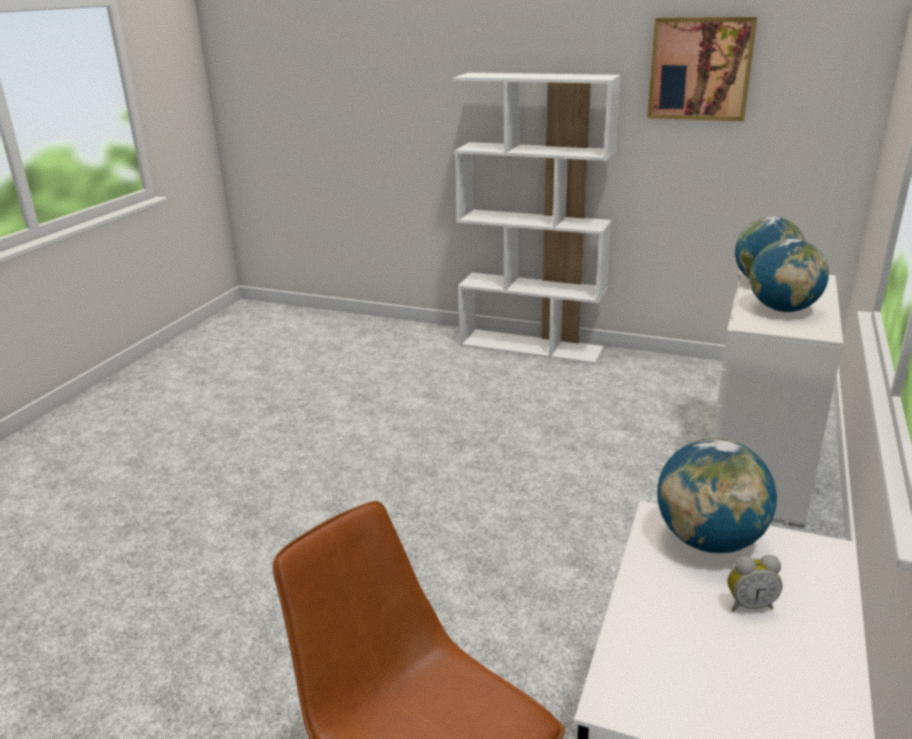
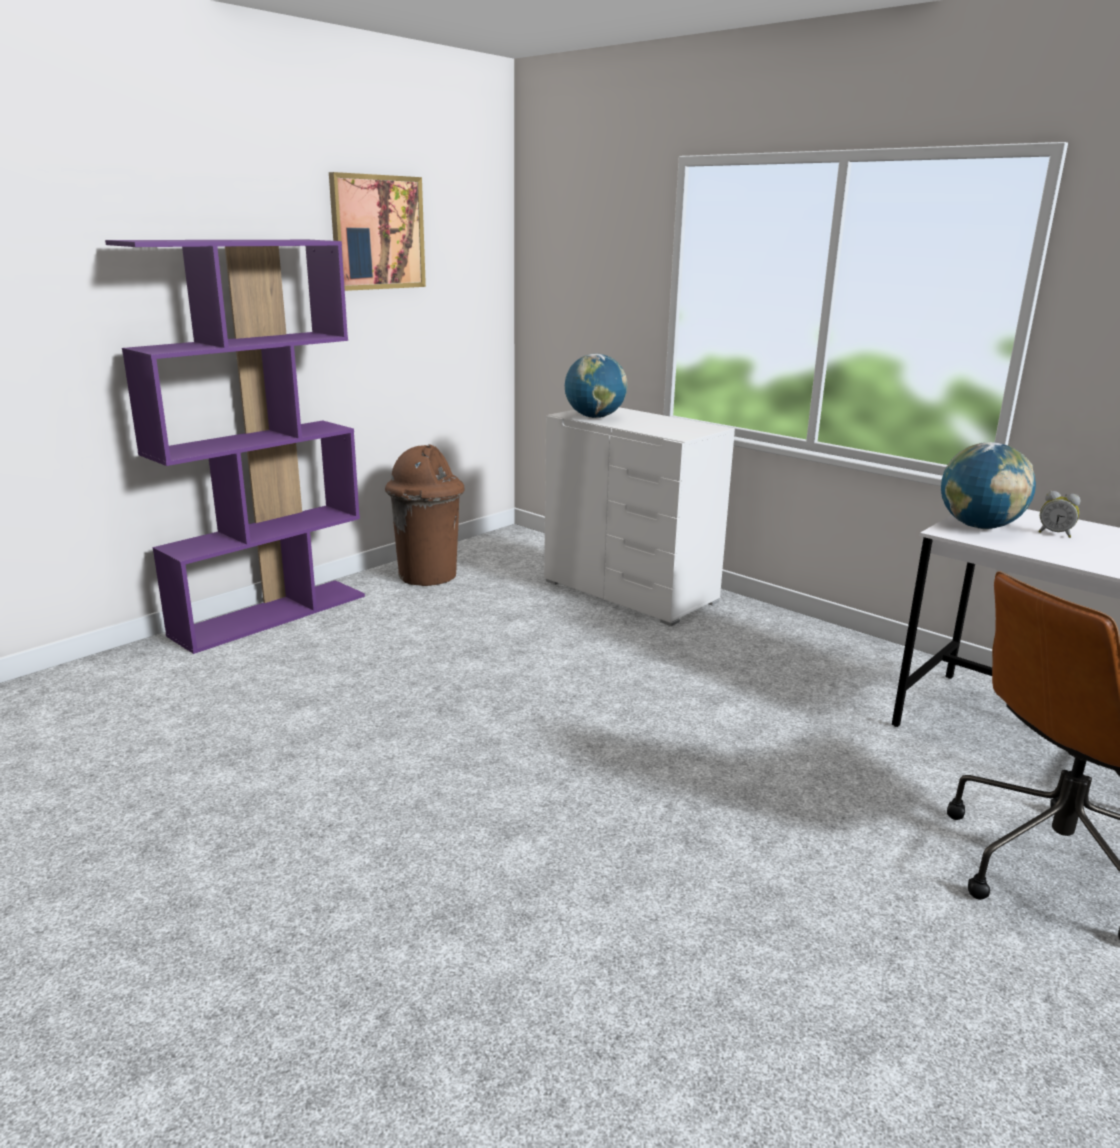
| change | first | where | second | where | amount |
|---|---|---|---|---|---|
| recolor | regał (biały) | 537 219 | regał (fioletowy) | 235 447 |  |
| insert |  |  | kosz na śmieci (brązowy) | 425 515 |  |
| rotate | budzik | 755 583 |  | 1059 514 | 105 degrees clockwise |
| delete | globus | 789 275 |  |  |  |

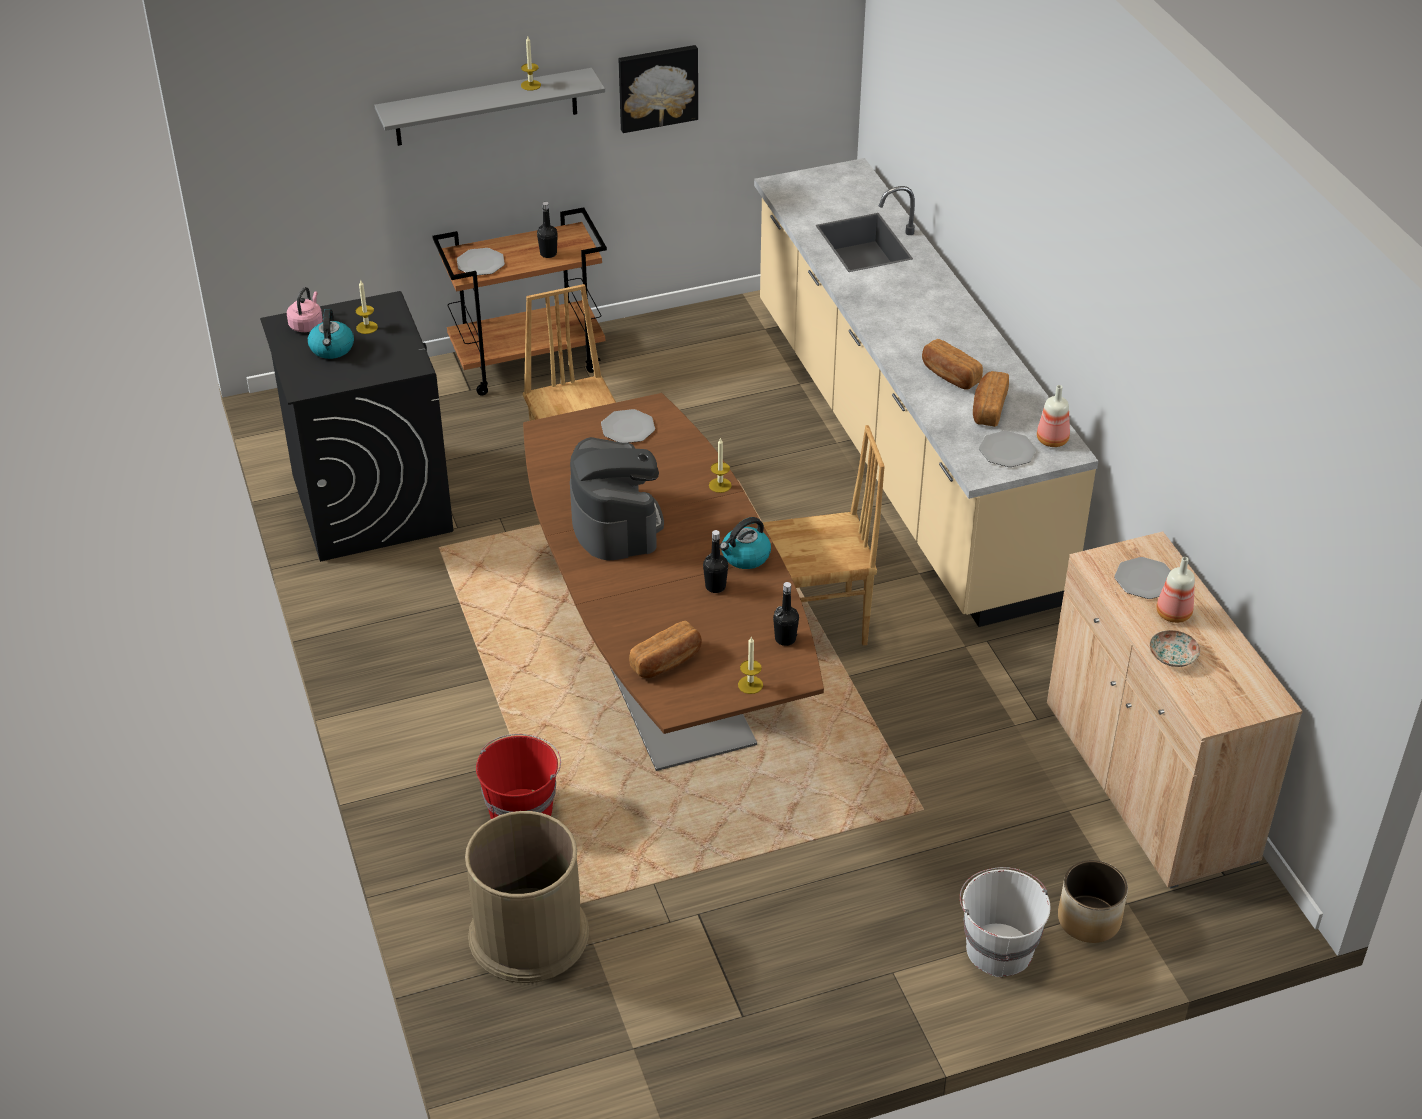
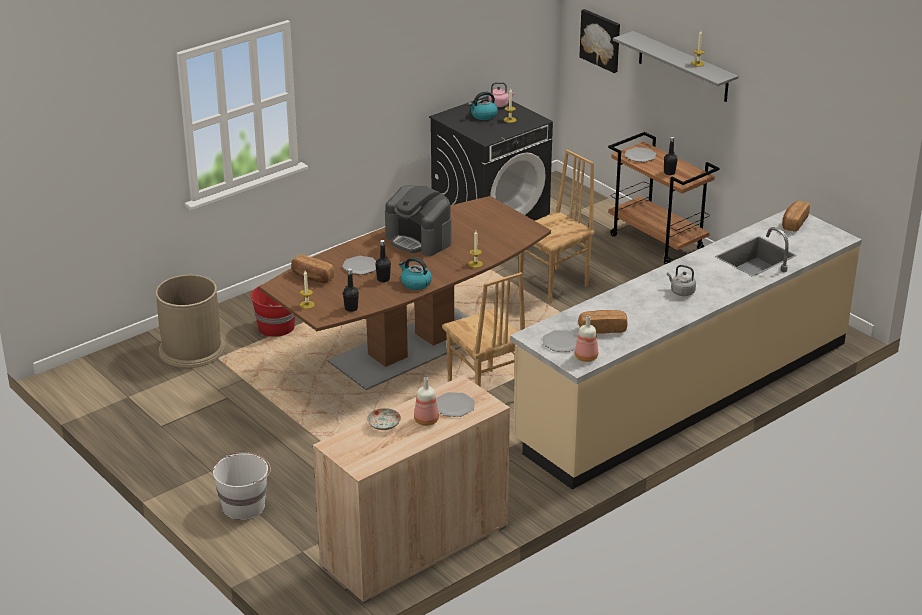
| change | first | where | second | where | amount |
|---|---|---|---|---|---|
| move | talerz | 628 426 |  | 359 265 |  |
| rotate | ekspres do kawy | 617 498 |  | 418 220 | 75 degrees clockwise |
| move | obraz | 658 89 |  | 599 41 |  |
| insert |  |  | czajnik (szary) | 681 280 |  |
| move | chleb | 952 364 |  | 796 216 |  |
| delete | donica | 1093 901 |  |  |  |

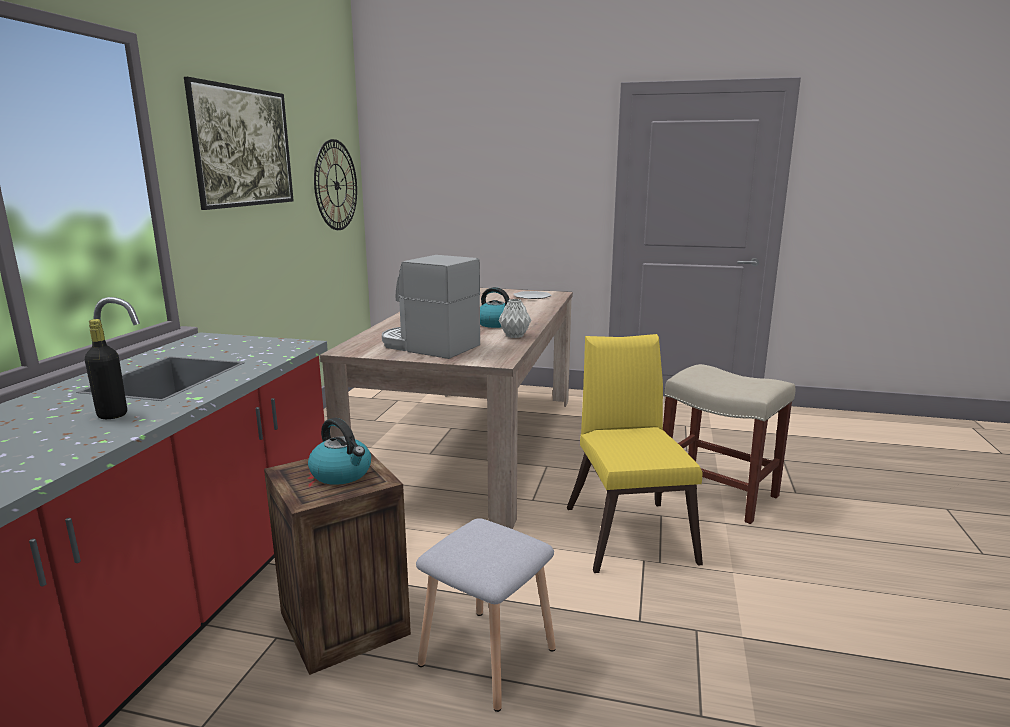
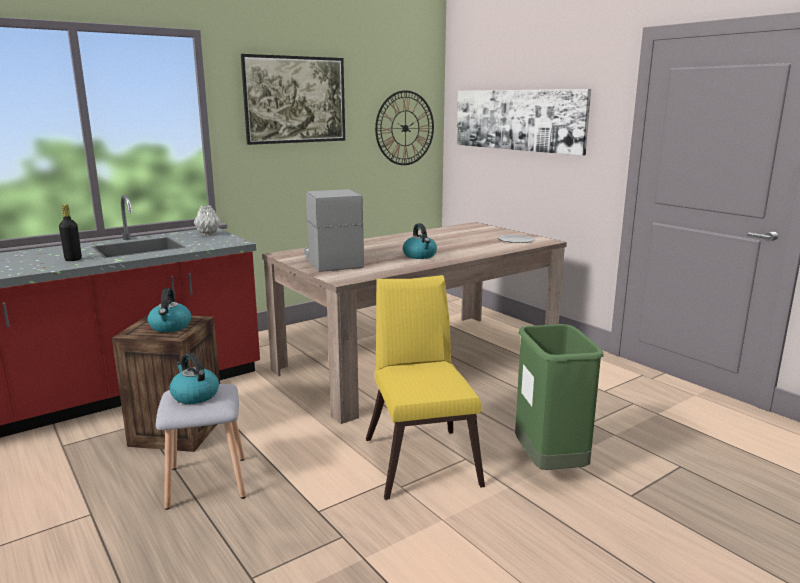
| change | first | where | second | where | amount |
|---|---|---|---|---|---|
| insert |  |  | czajnik | 194 378 |  |
| move | wazon (szary) | 515 318 |  | 207 220 |  |
| rotate | krzesło (żółty) | 635 453 |  | 425 387 | 45 degrees counterclockwise |
| insert |  |  | obraz | 524 122 |  |
| replace | stołek (beżowy) | 728 444 | kosz na śmieci (zielony) | 559 397 |  |

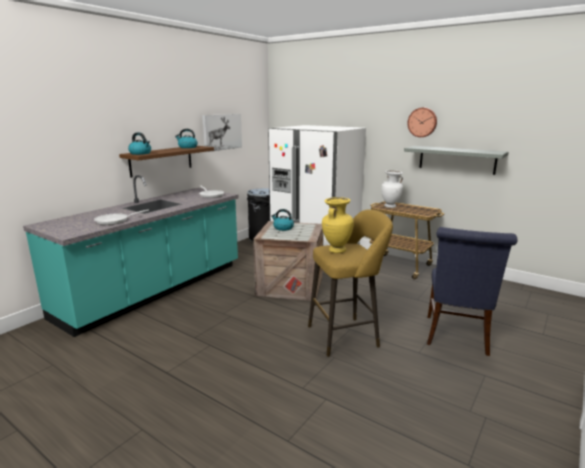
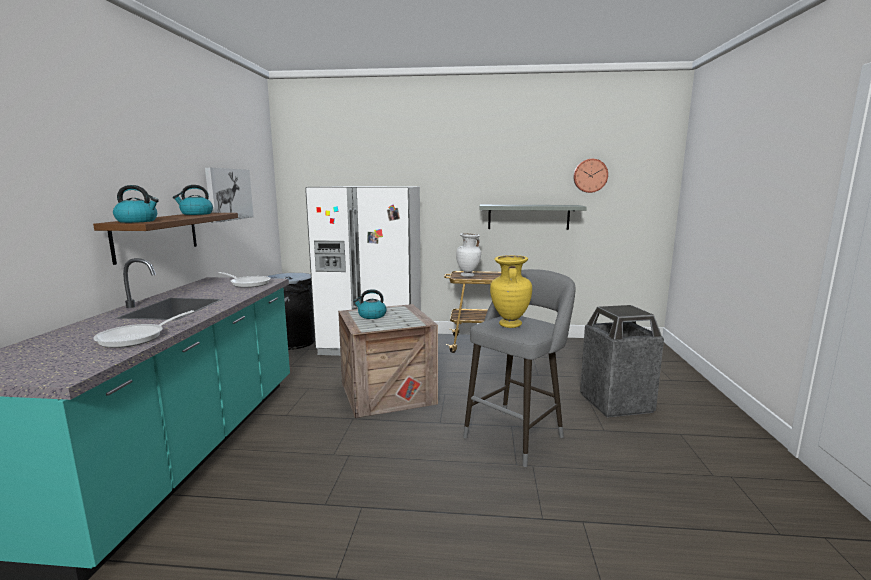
| change | first | where | second | where | amount |
|---|---|---|---|---|---|
| recolor | stołek (żółty) | 350 283 | stołek (szary) | 519 368 |  |
| move | zegar ścienny | 422 122 |  | 590 176 |  |
| replace | krzesło (niebieski) | 472 291 | kosz na śmieci | 622 361 |  |

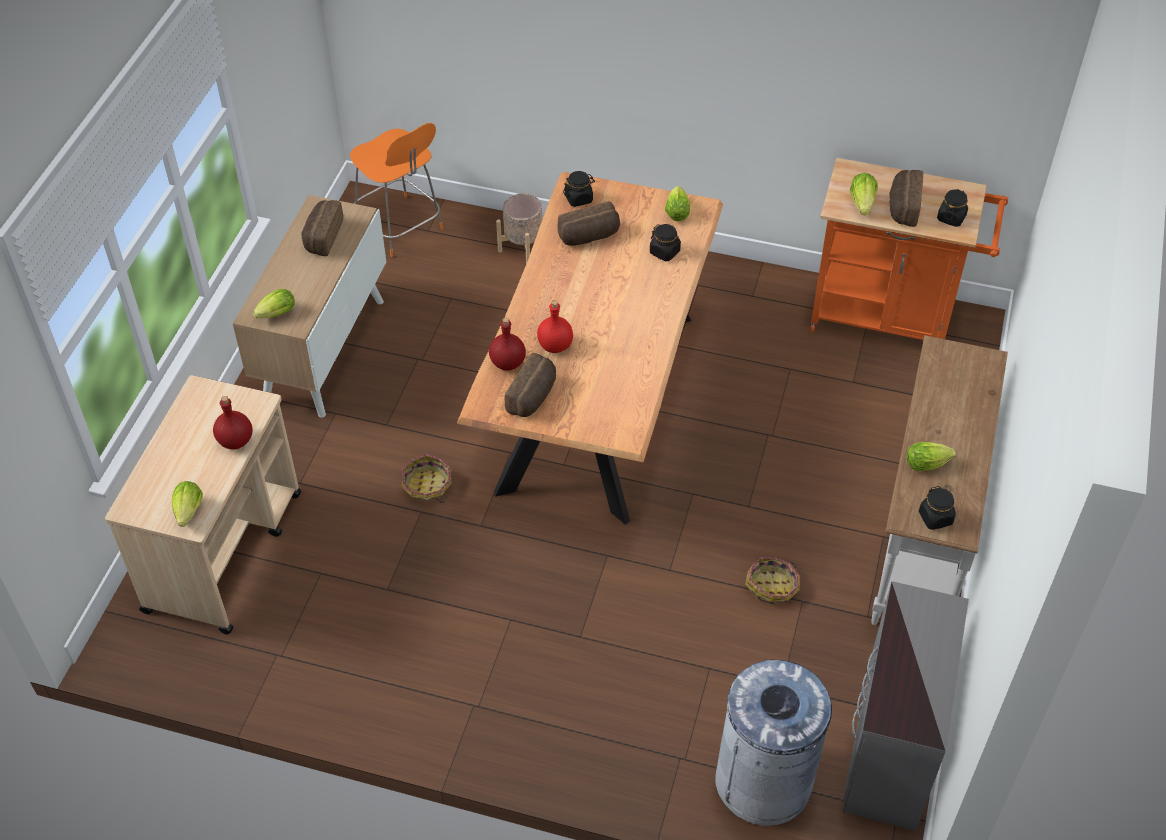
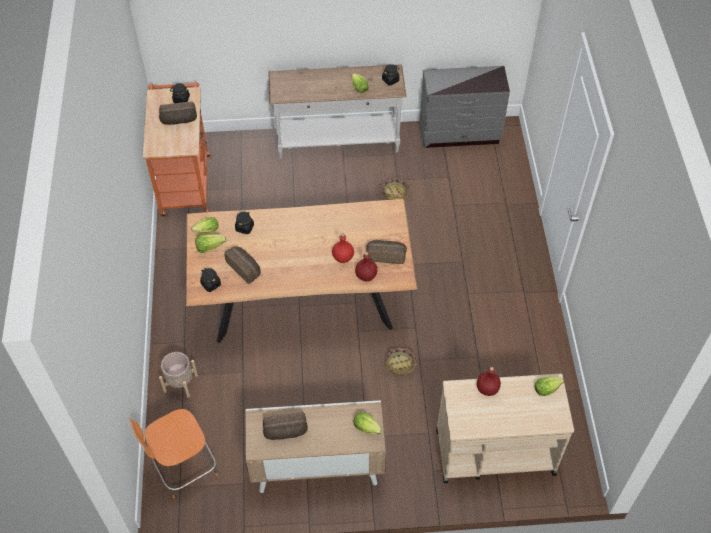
| change | first | where | second | where | amount |
|---|---|---|---|---|---|
| rotate | krzesło (pomarańczowy) | 396 190 |  | 173 453 | 150 degrees counterclockwise |
| move | sałata | 864 194 |  | 210 243 |  |
| delete | kosz na śmieci (szary) | 773 743 |  |  |  |

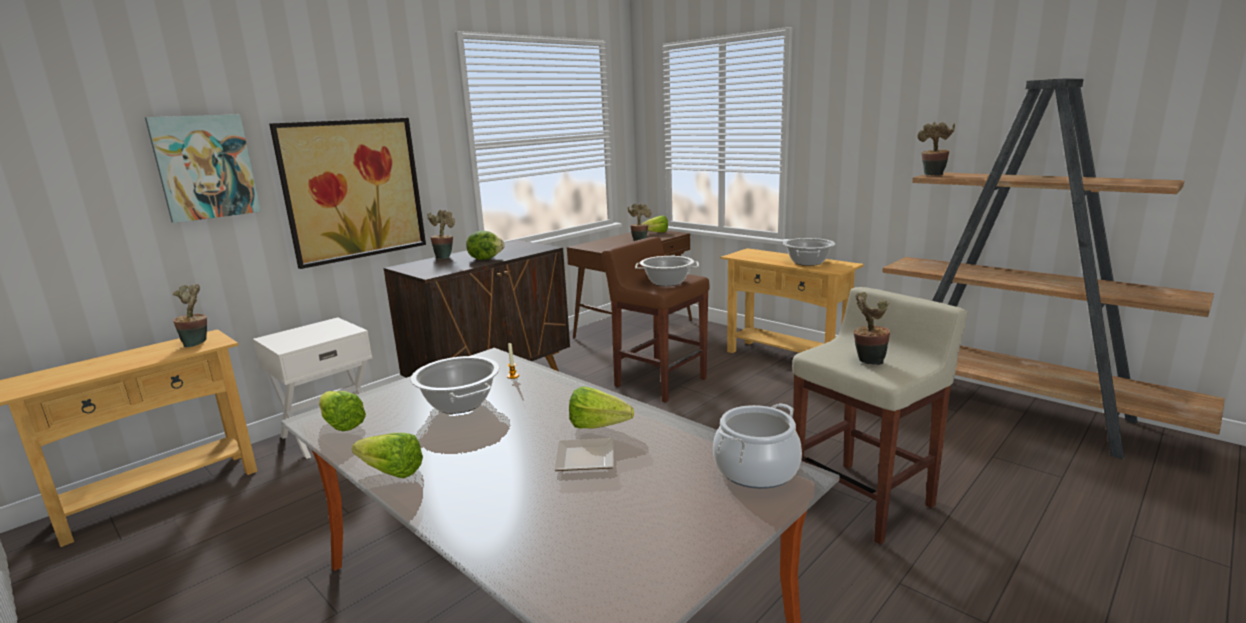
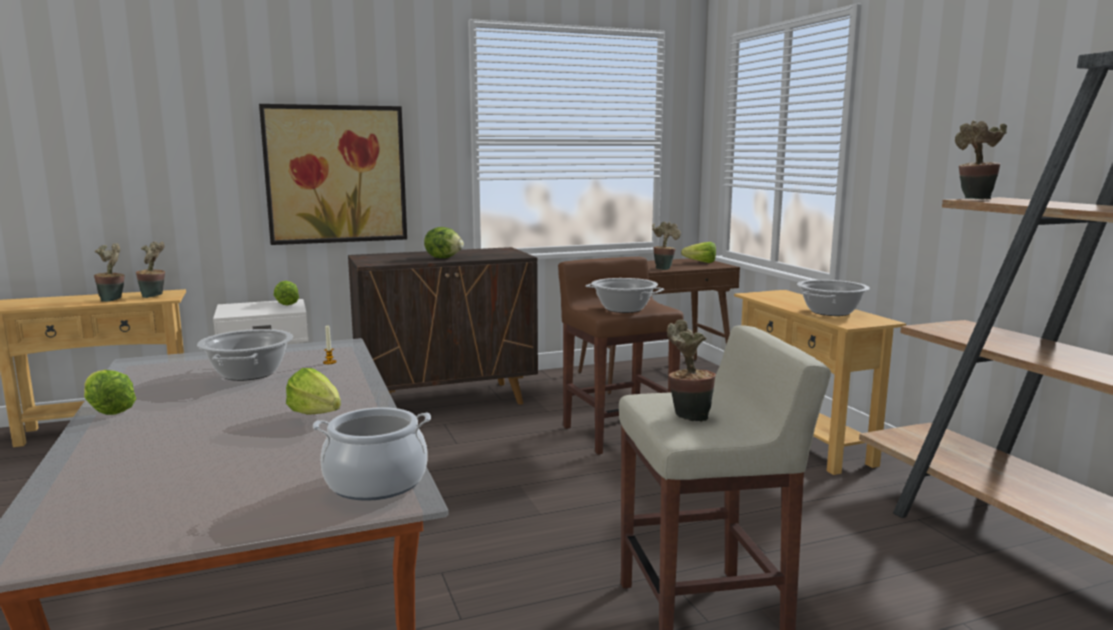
| change | first | where | second | where | amount |
|---|---|---|---|---|---|
| move | roślina doniczkowa | 441 234 |  | 109 272 |  |
| move | sałata | 342 411 |  | 286 293 |  |
| delete | obraz | 203 168 |  |  |  |
| delete | talerz | 584 454 |  |  |  |

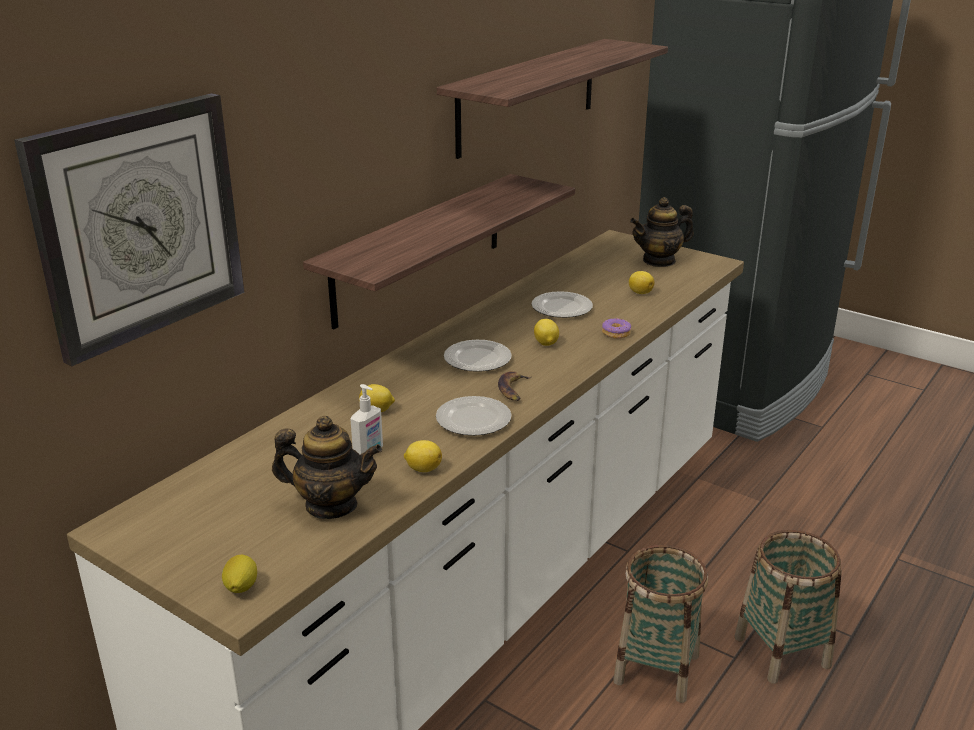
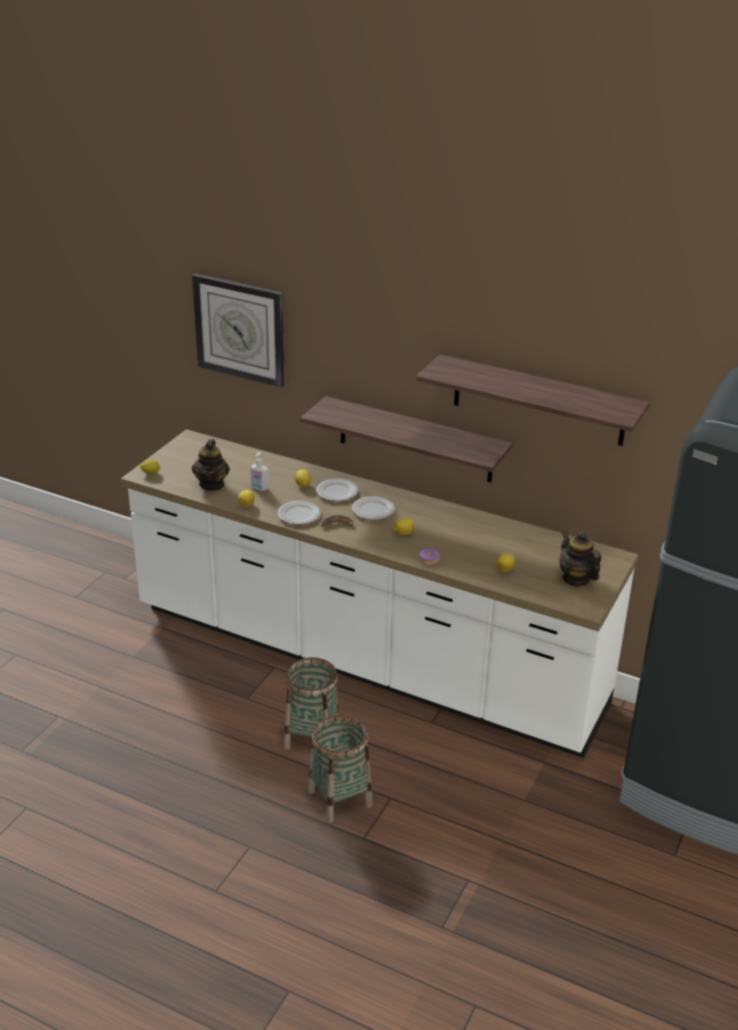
| change | first | where | second | where | amount |
|---|---|---|---|---|---|
| move | talerz | 562 304 |  | 337 490 |  |

